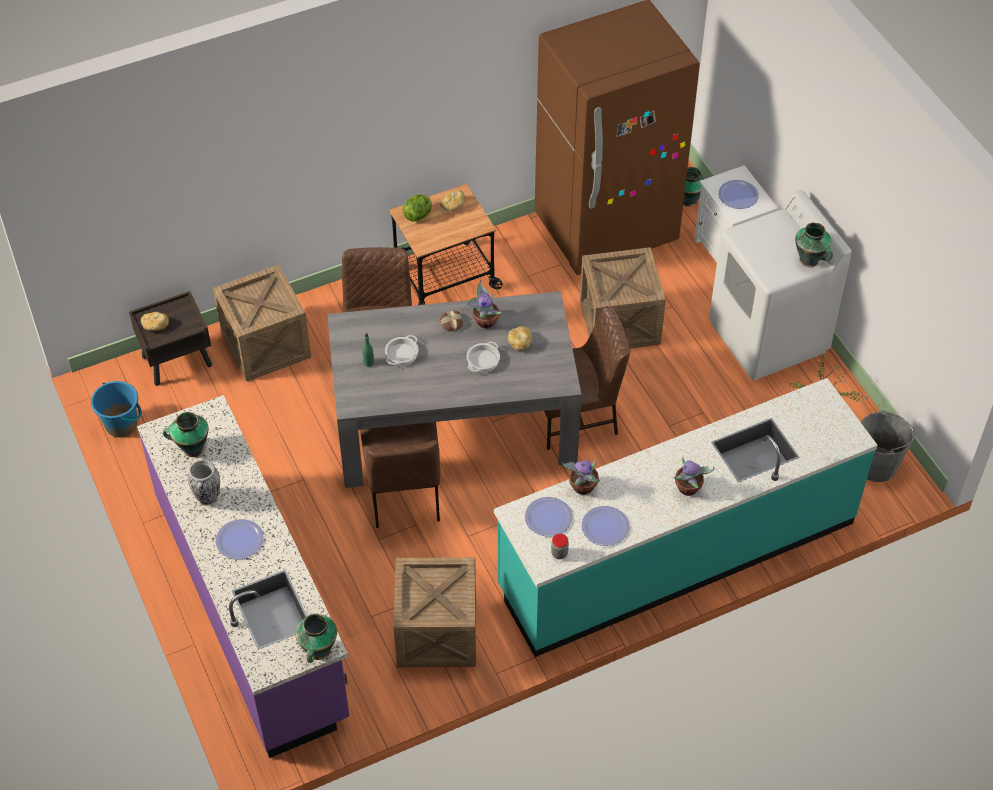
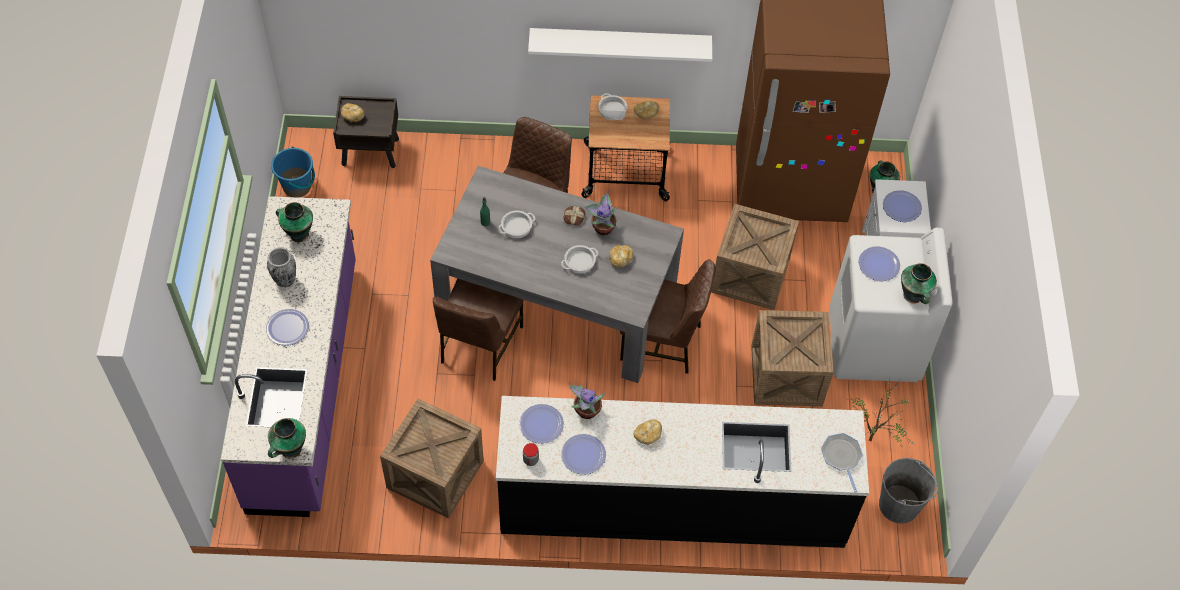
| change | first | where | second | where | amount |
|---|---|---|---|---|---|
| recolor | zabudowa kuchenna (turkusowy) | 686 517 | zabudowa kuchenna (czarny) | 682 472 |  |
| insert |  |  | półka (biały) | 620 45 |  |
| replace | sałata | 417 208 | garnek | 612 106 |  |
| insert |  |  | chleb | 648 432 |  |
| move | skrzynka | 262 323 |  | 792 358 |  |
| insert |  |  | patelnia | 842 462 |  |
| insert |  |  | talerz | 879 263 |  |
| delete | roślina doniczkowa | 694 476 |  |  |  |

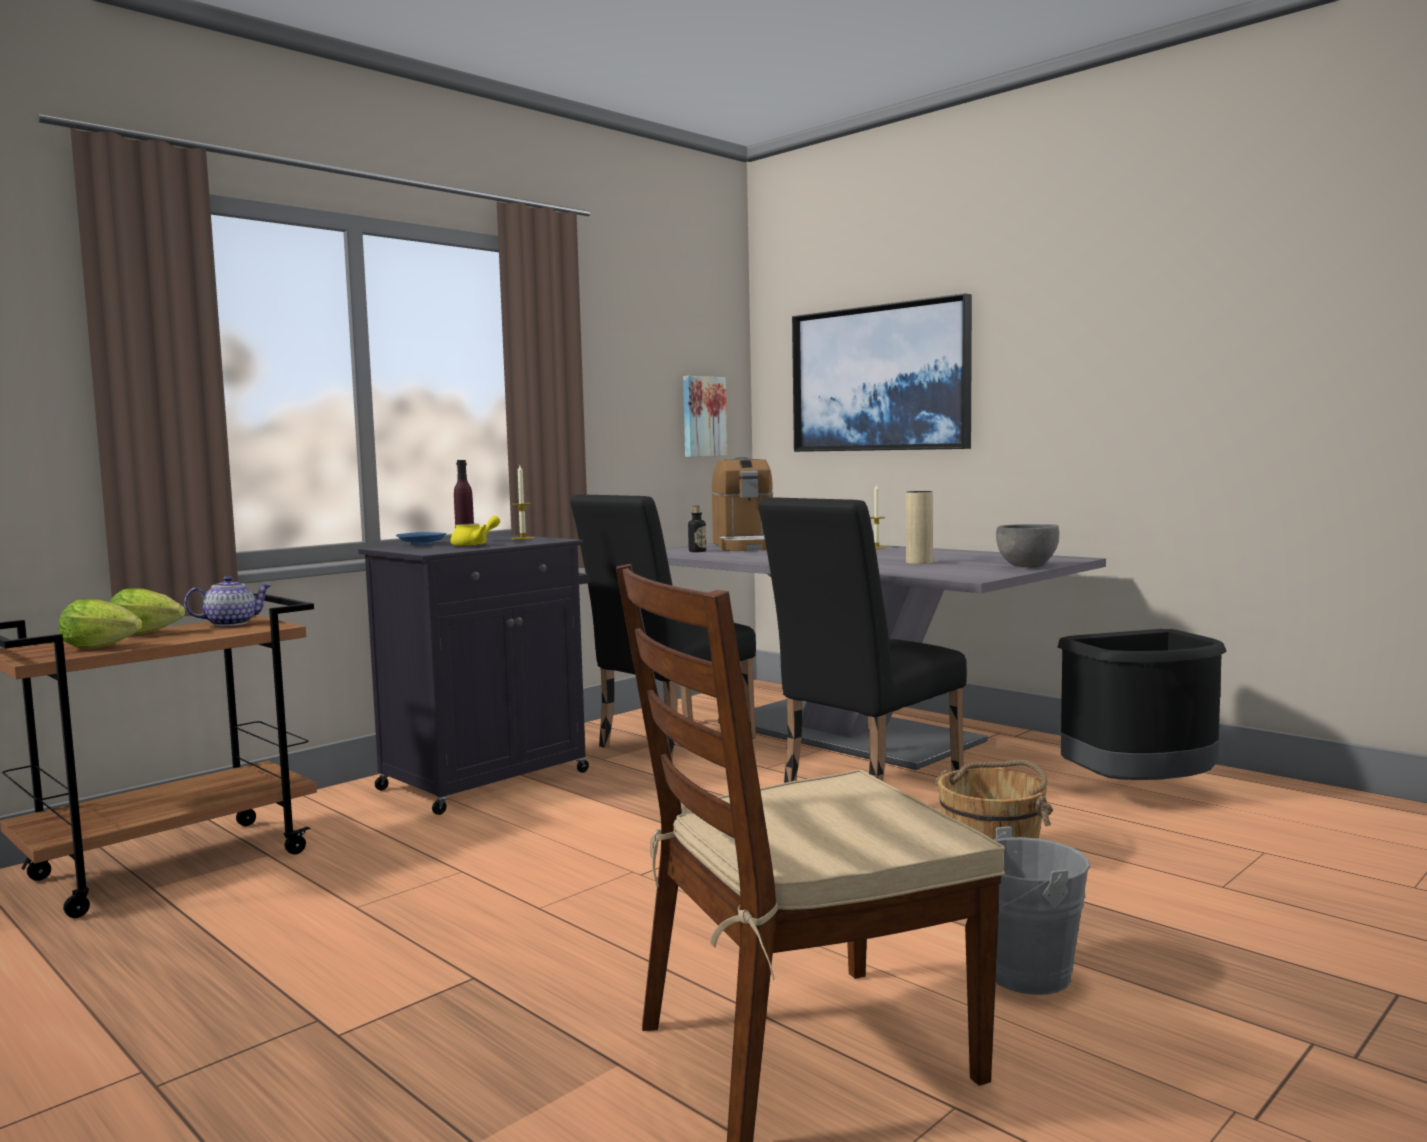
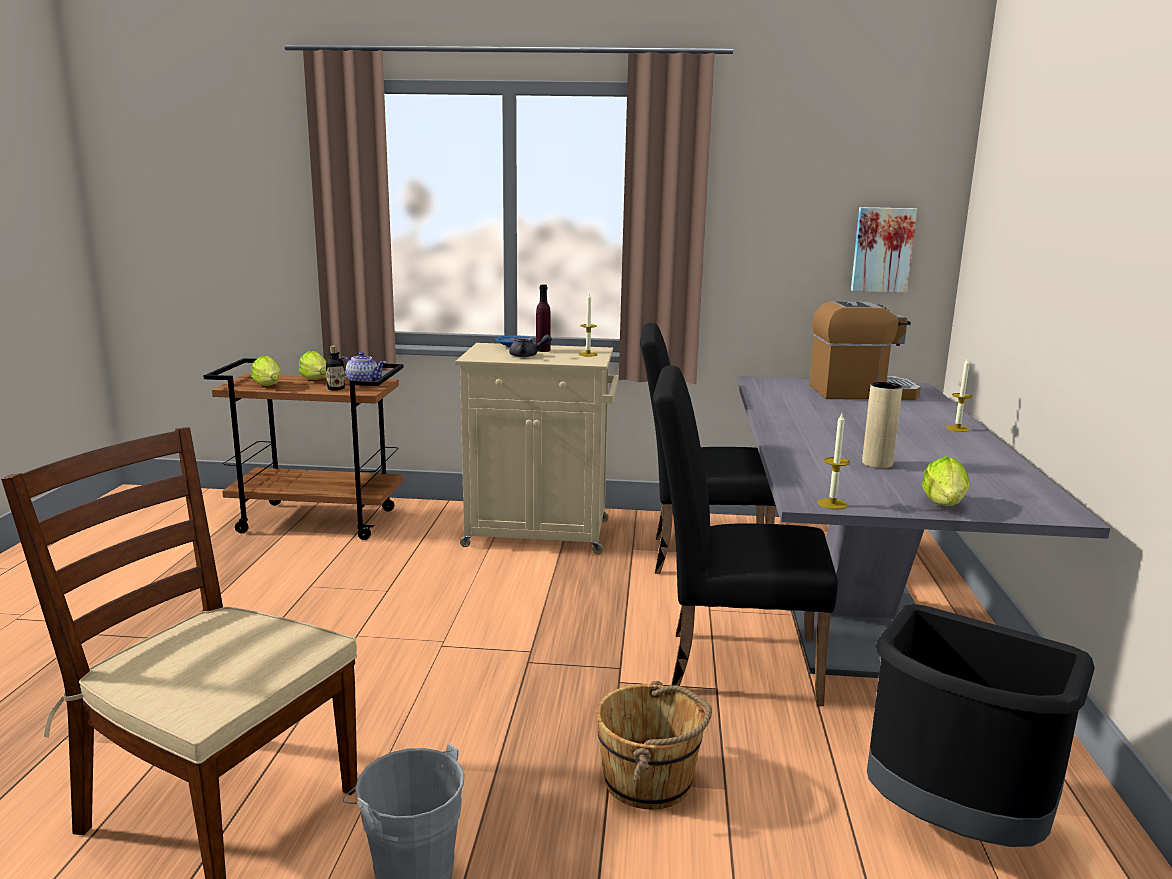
| change | first | where | second | where | amount |
|---|---|---|---|---|---|
| move | butelka | 697 529 |  | 335 368 |  |
| recolor | szafka (czarny) | 473 675 | szafka (beżowy) | 536 448 |  |
| recolor | imbryk (żółty) | 475 531 | imbryk (szary) | 530 346 |  |
| rotate | ekspres do kawy | 742 504 |  | 865 350 | 135 degrees counterclockwise |
| insert |  |  | świeca | 834 461 |  |
| replace | miska (szary) | 1028 545 | sałata | 945 481 |  |
| delete | obraz | 882 372 |  |  |  |

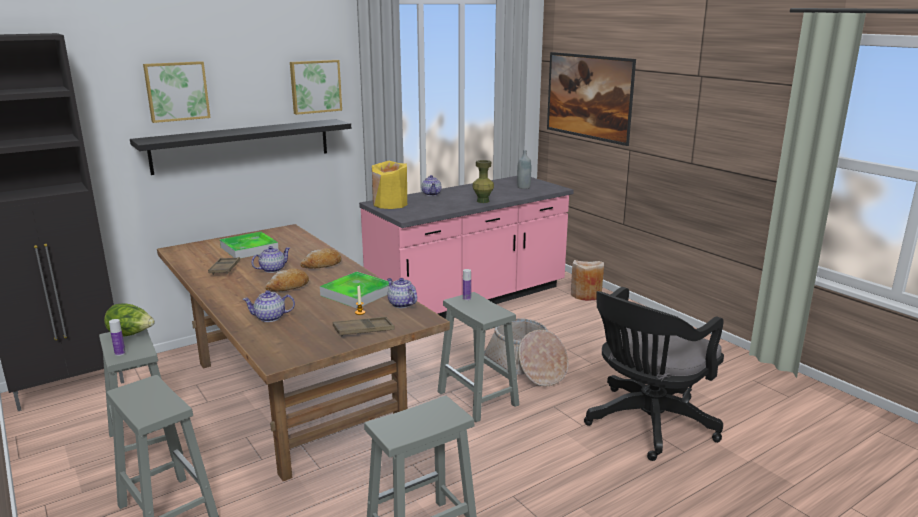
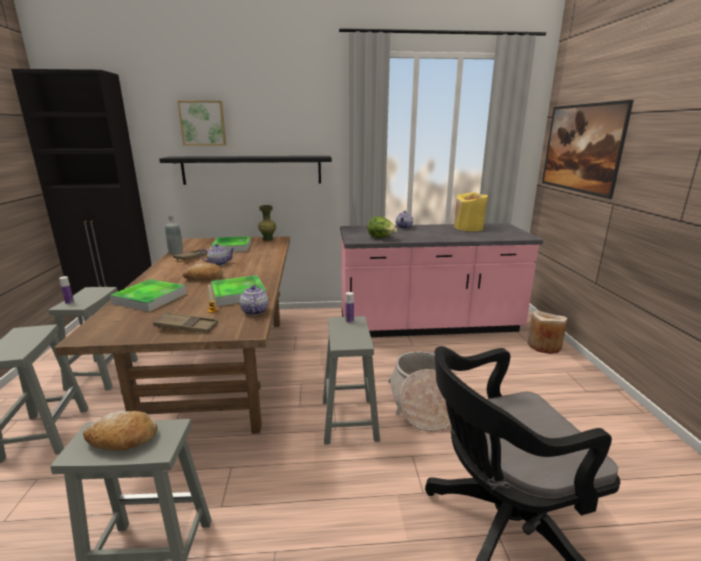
| change | first | where | second | where | amount |
|---|---|---|---|---|---|
| move | chleb | 320 258 |  | 120 431 |  |
| replace | imbryk | 268 306 | taca | 148 295 |  |
| move | butelka (szary) | 524 169 |  | 174 235 |  |
| move | wazon (zielony) | 483 181 |  | 267 223 |  |
| move | sałata | 129 320 |  | 382 227 |  |
| move | wazon (żółty) | 389 185 |  | 471 212 |  |
| delete | obraz | 316 87 |  |  |  |

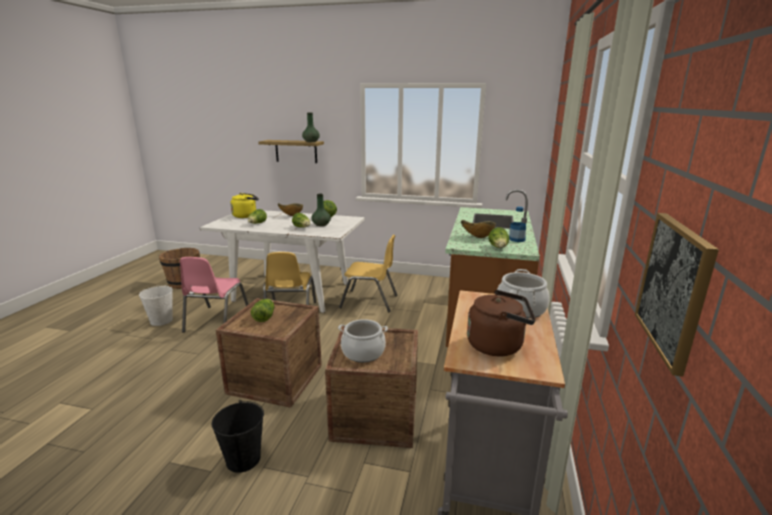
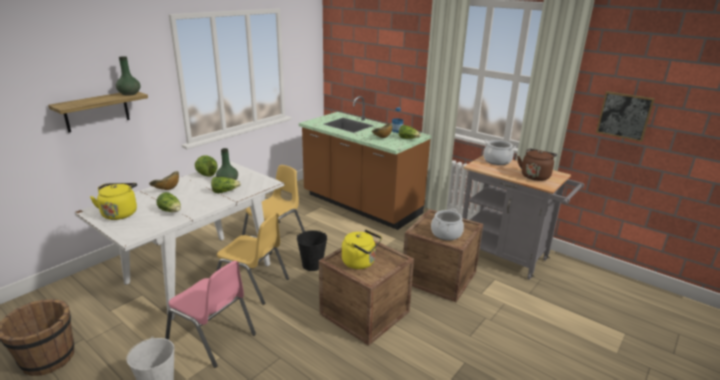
| change | first | where | second | where | amount |
|---|---|---|---|---|---|
| move | wiadro (czarny) | 238 436 |  | 312 250 |  |
| replace | sałata | 263 310 | czajnik (żółty) | 362 249 |  |

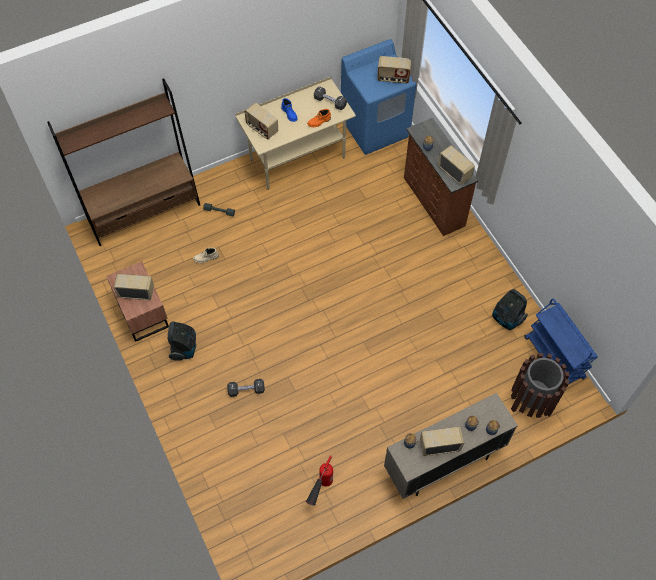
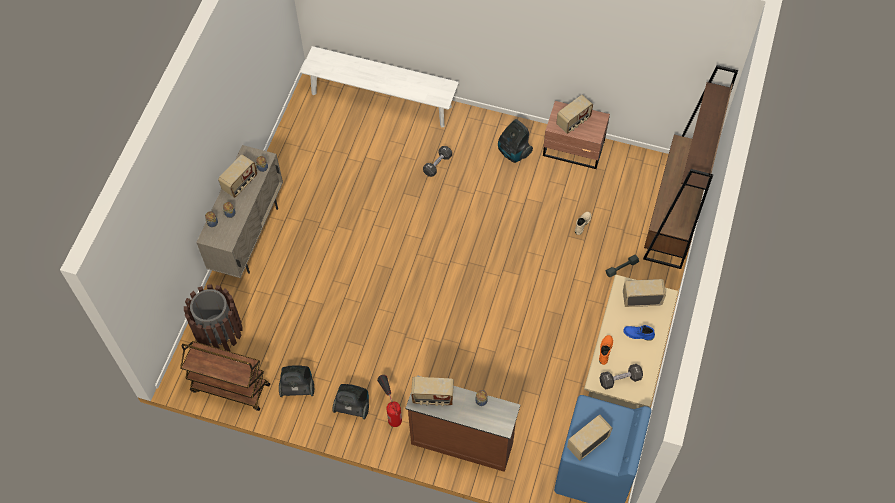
| change | first | where | second | where | amount |
|---|---|---|---|---|---|
| recolor | wózek (niebieski) | 561 341 | wózek (brązowy) | 225 376 |  |
| insert |  |  | ławka (biały) | 379 87 |  |
| insert |  |  | odkurzacz | 350 401 |  |
| move | gaśnica | 319 481 |  | 389 401 |  |

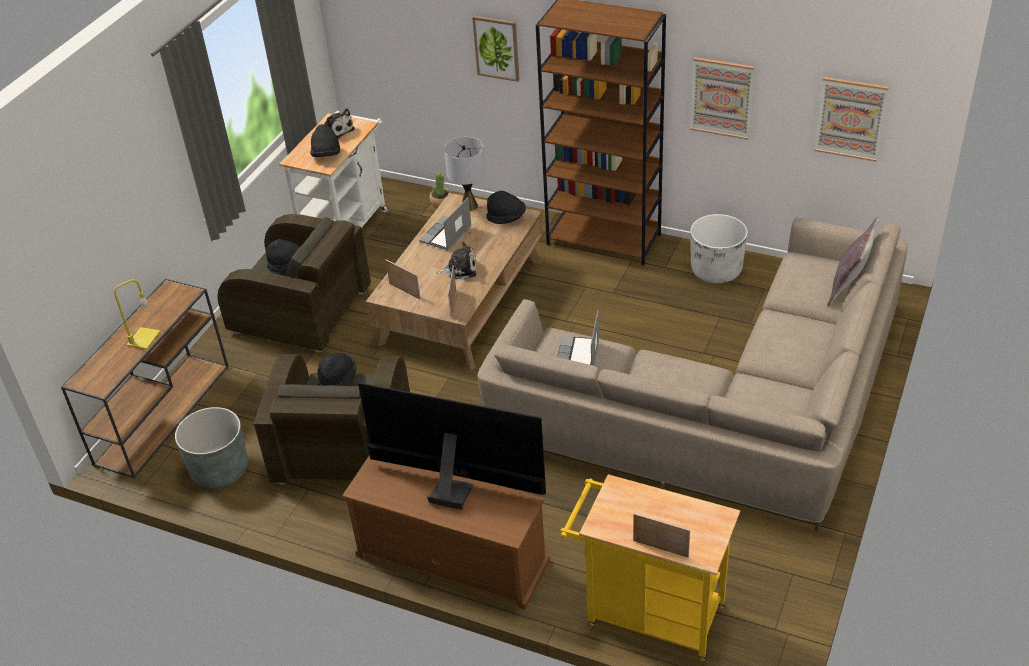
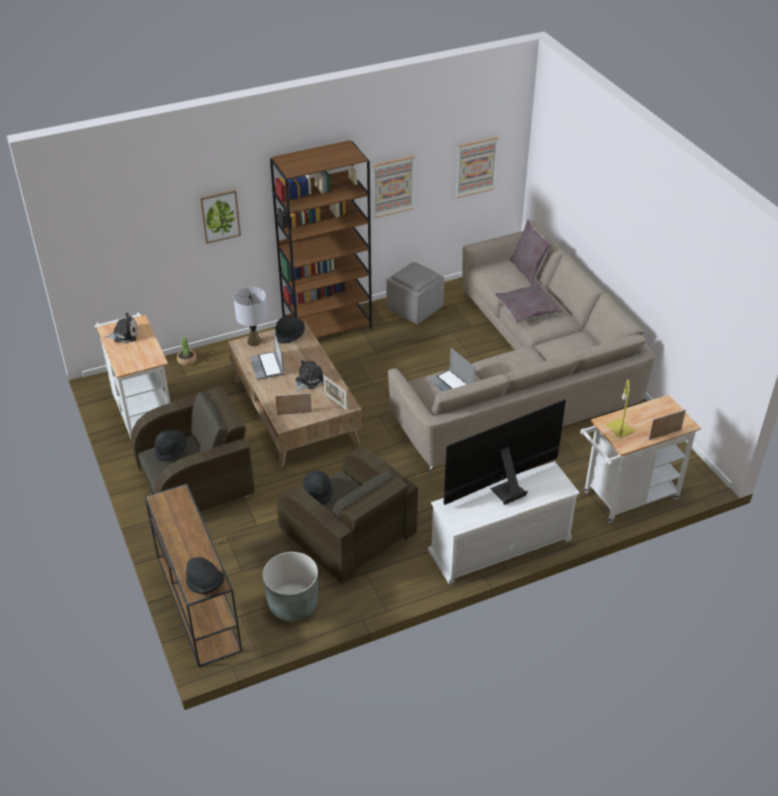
| change | first | where | second | where | amount |
|---|---|---|---|---|---|
| move | kapelusz (czarny) | 325 140 |  | 205 575 |  |
| replace | donica (biały) | 719 249 | pufa (szary) | 415 293 |  |
| recolor | szafka pod telewizor (brązowy) | 446 532 | szafka pod telewizor (biały) | 504 522 |  |
| insert |  |  | poduszka (szary) | 529 303 |  |
| recolor | wózek (żółty) | 650 567 | wózek (biały) | 640 459 |  |
| move | lampa stołowa (żółty) | 137 314 |  | 620 409 |  |

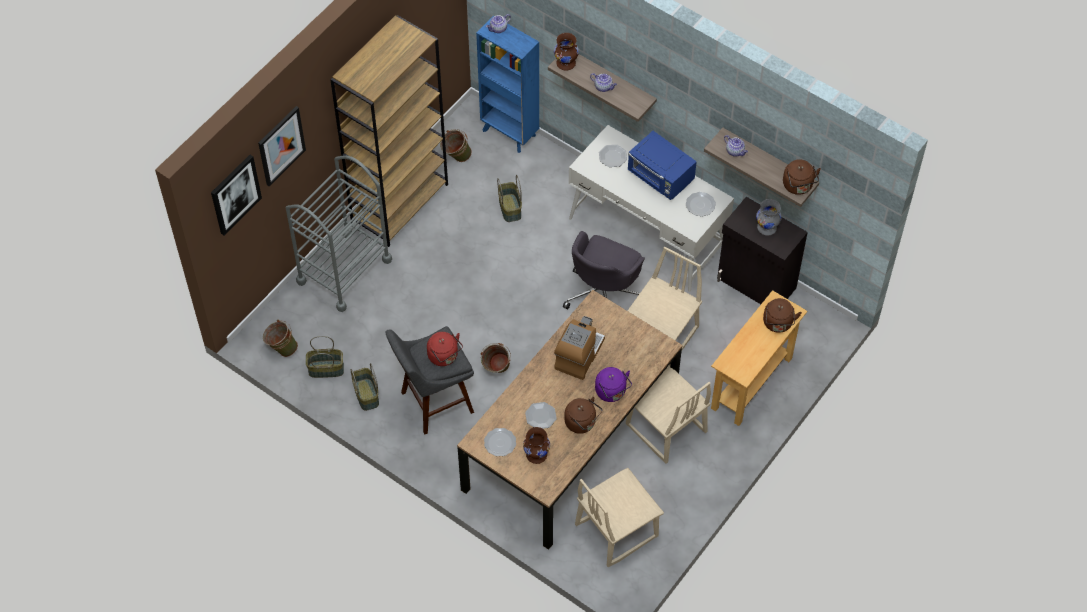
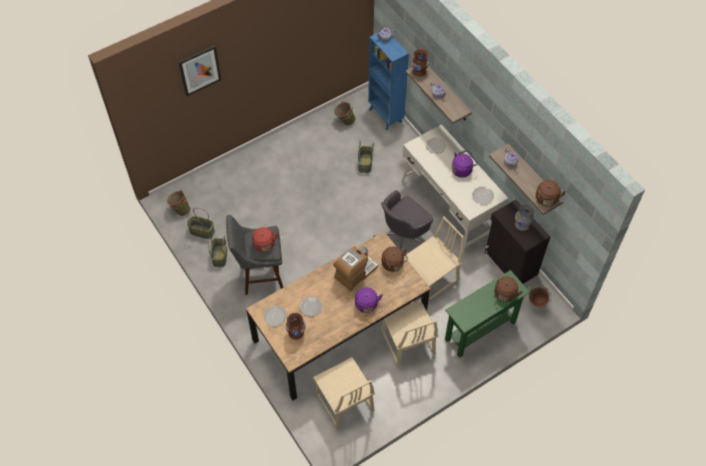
| change | first | where | second | where | amount |
|---|---|---|---|---|---|
| rotate | krzesło (beżowy) | 619 518 |  | 344 393 | 105 degrees counterclockwise |
| move | czajnik (brązowy) | 583 415 |  | 394 259 |  |
| recolor | stolik konsolowy (beżowy) | 759 358 | stolik konsolowy (zielony) | 487 314 |  |
| replace | mikrofalówka (niebieski) | 662 165 | czajnik (fioletowy) | 465 164 |  |
| move | wiadro (zielony) | 495 358 |  | 539 297 |  |
| delete | obraz | 236 195 |  |  |  |
| delete | wózek (szary) | 339 233 |  |  |  |
| delete | regał (brązowy) | 389 131 |  |  |  |

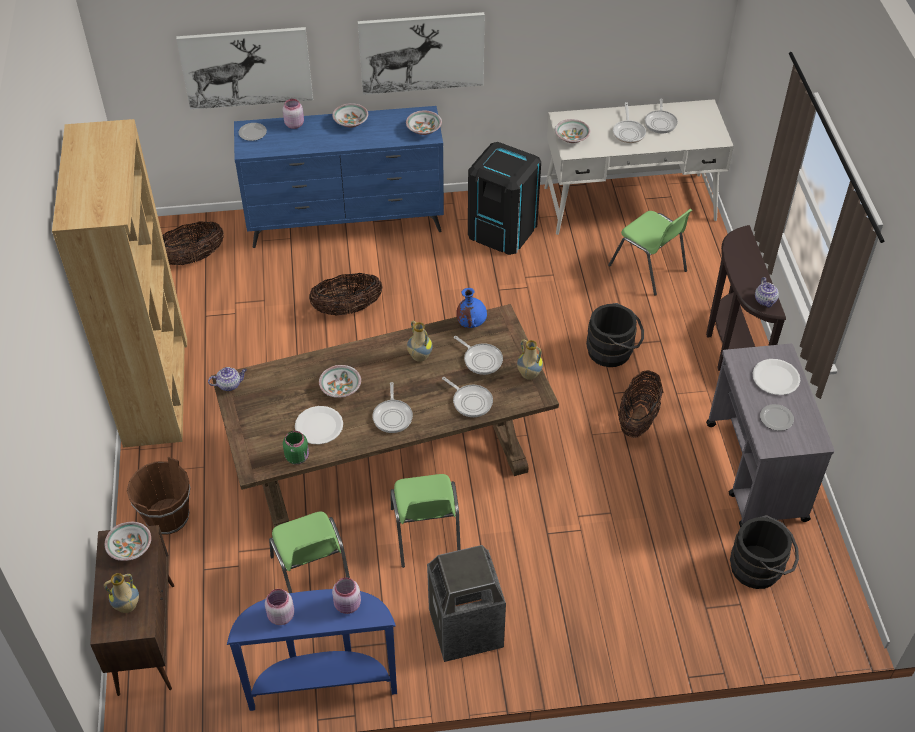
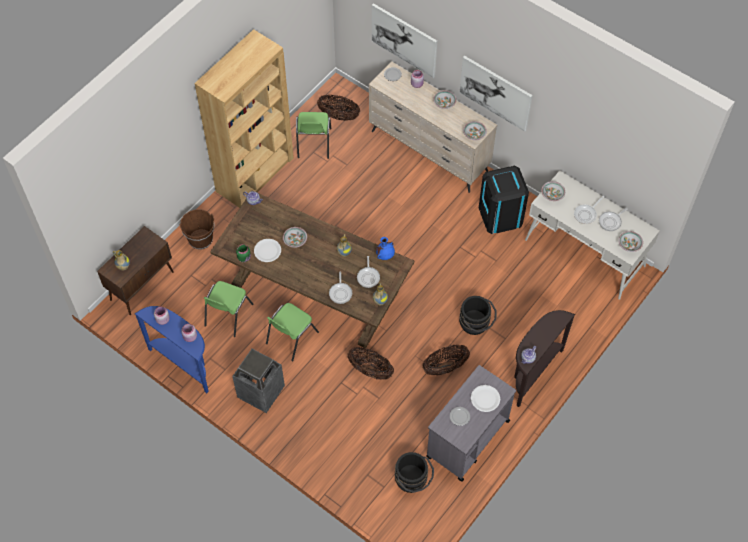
| change | first | where | second | where | amount |
|---|---|---|---|---|---|
| move | krzesło (zielony) | 650 252 |  | 313 135 |  |
| move | koszyk | 346 294 |  | 370 363 |  |
| recolor | komoda (niebieski) | 339 177 | komoda (beżowy) | 433 127 |  |
| move | miska | 128 541 |  | 630 241 |  |
| delete | patelnia | 392 407 |  |  |  |

